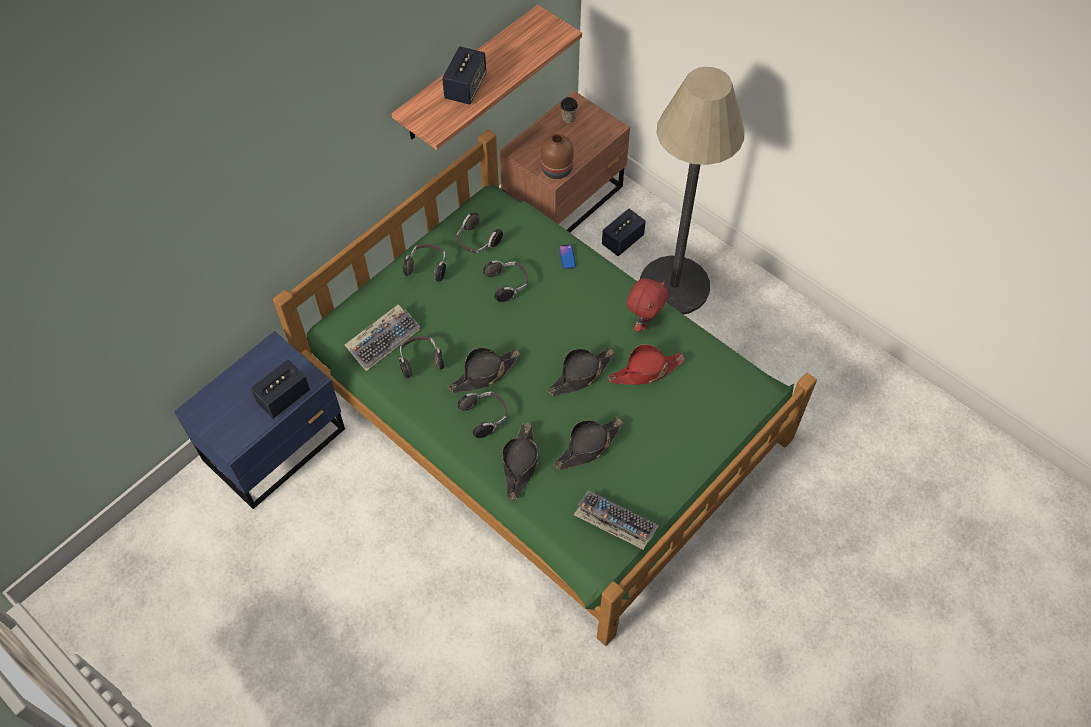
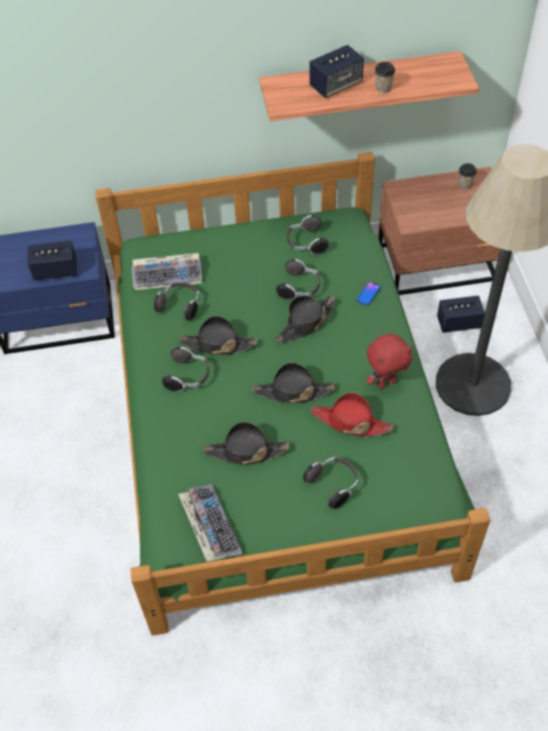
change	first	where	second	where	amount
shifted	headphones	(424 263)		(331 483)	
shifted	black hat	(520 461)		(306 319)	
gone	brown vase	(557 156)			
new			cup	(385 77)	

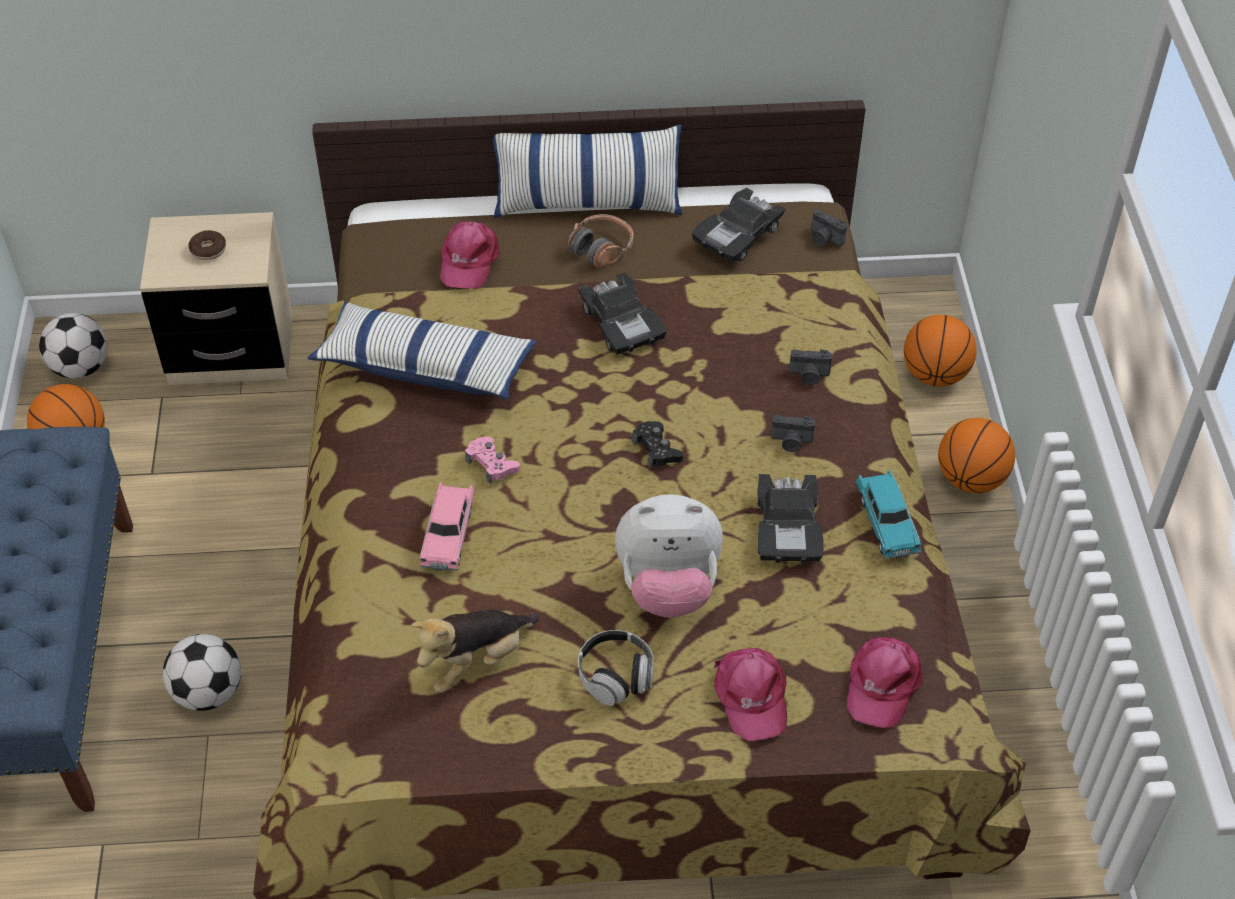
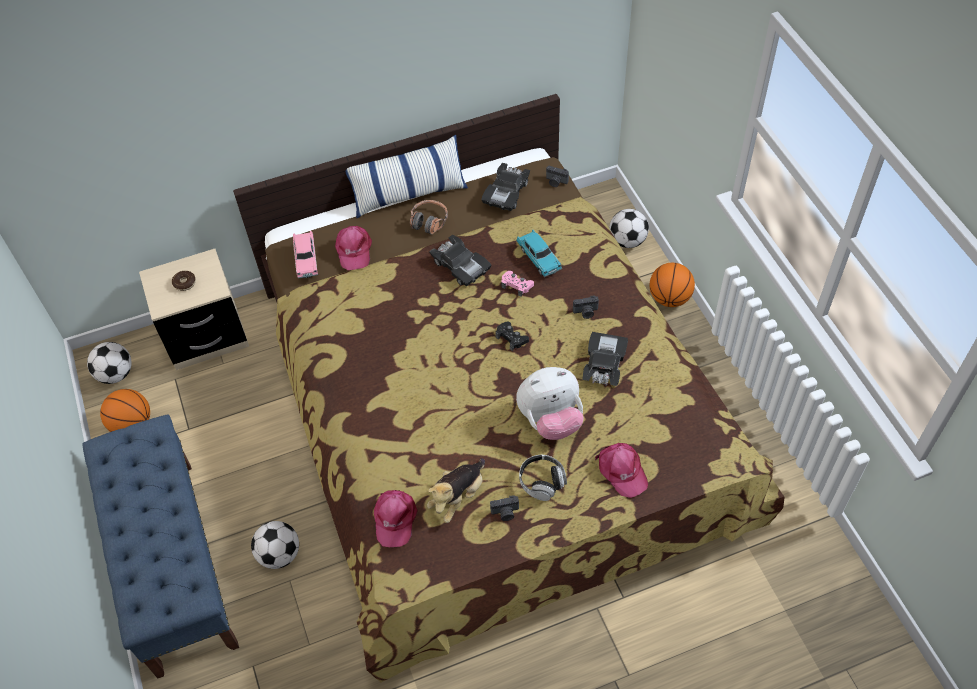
change	first	where	second	where	amount
gone	pillow	(422 350)			
shifted	pink toy car	(447 527)		(305 254)	
shifted	pink game controller	(492 461)		(517 284)	
rotated	black toy car	(790 518)		(605 359)	150 degrees counterclockwise
shifted	photo camera	(810 367)		(504 508)	
shifted	pink cap	(885 682)		(396 518)	
shifted	turquoise toy car	(888 514)		(539 253)	
swapped	basketball	(940 351)	football	(629 228)	

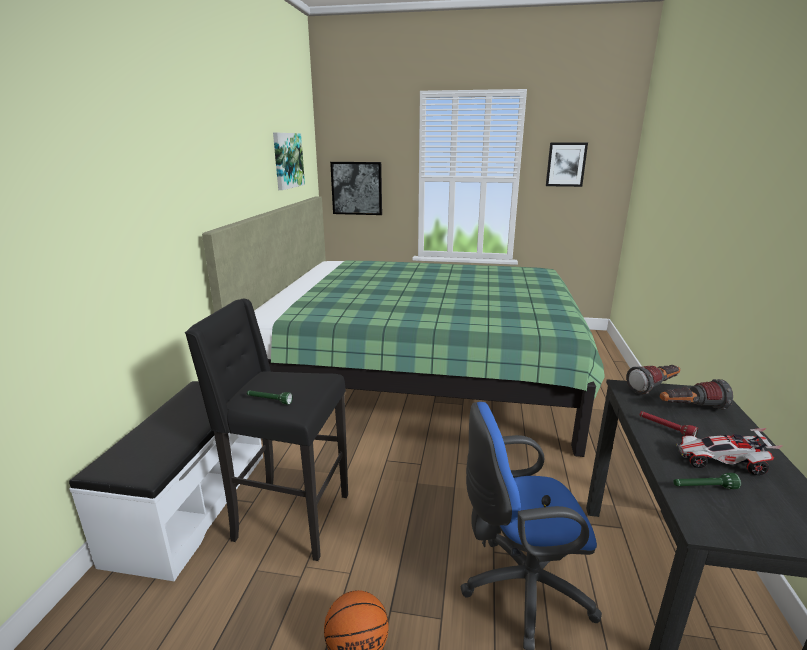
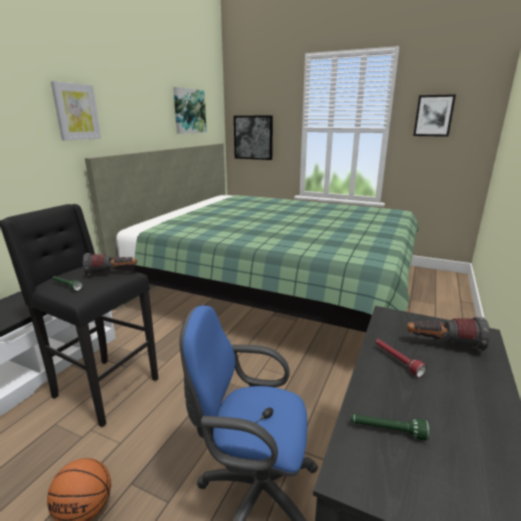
change	first	where	second	where	amount
shifted	flashlight	(653 379)		(110 264)	
gone	toy car	(729 451)			
new			picture	(76 111)	

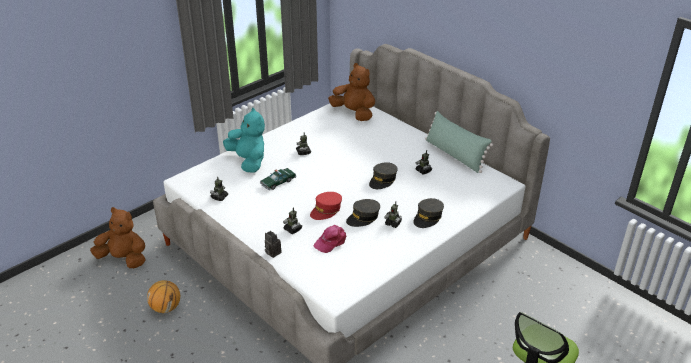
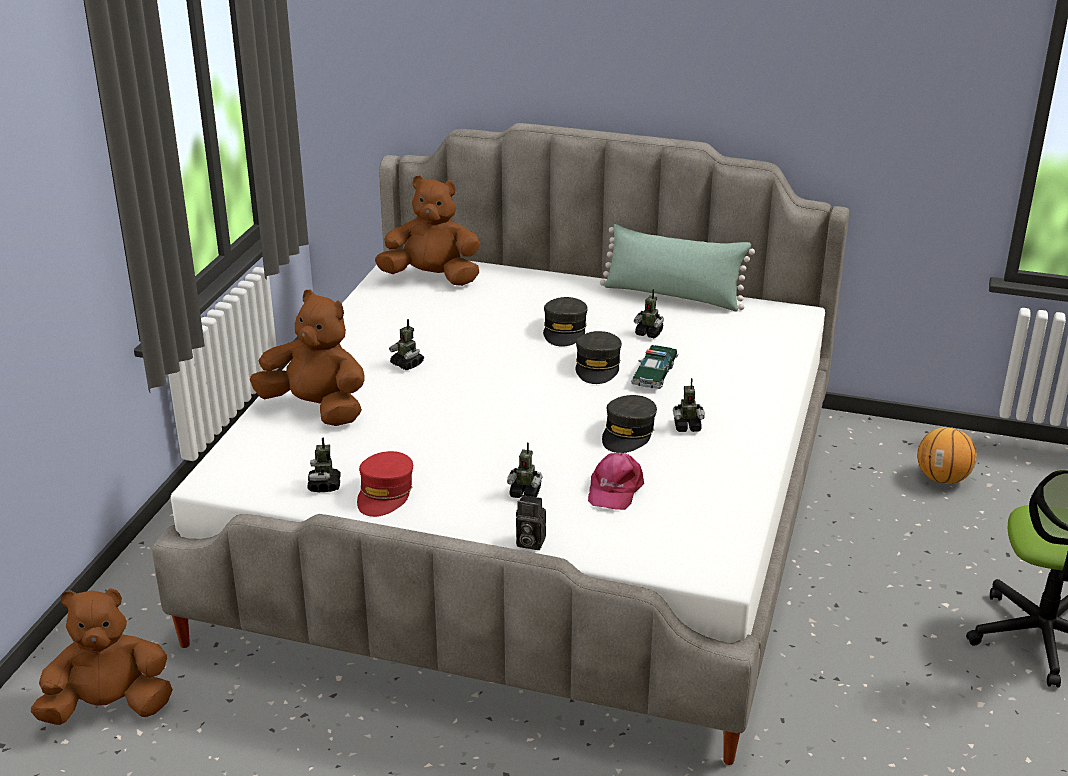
change	first	where	second	where	amount
shifted	basketball	(163 296)		(947 455)	
repainted	turquoise plush toy	(244 140)	brown plush toy	(307 358)	
shifted	toy car	(278 179)		(654 367)	
shifted	red cap	(326 206)		(385 484)	
shifted	grey cap	(429 213)		(565 322)	

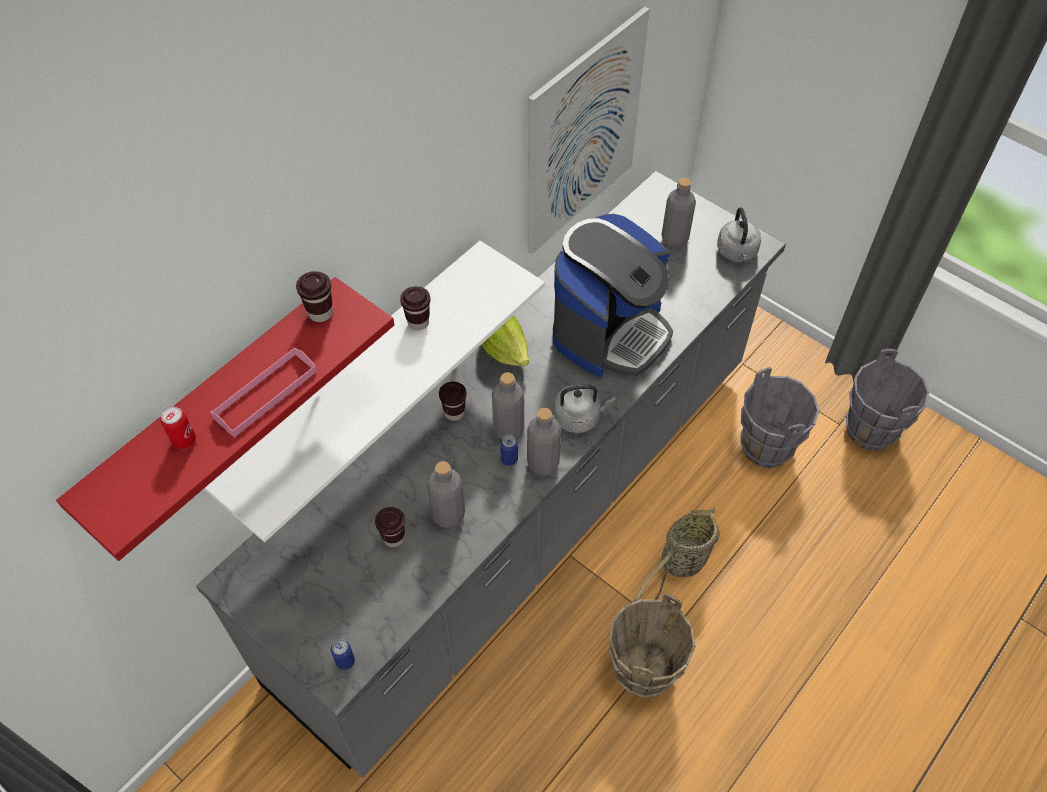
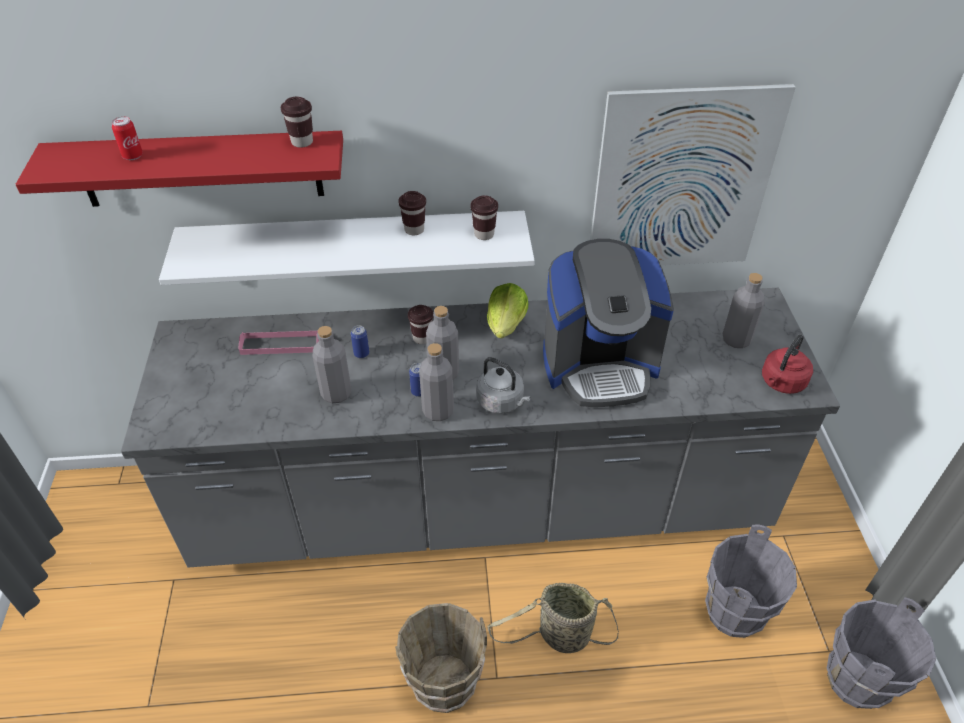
change	first	where	second	where	amount
shifted	pink tray	(263 392)		(279 343)	
shifted	can	(343 654)		(360 341)	
shifted	brown cup	(390 527)		(484 217)	
repainted	grey kettle	(739 234)	red kettle	(787 364)	

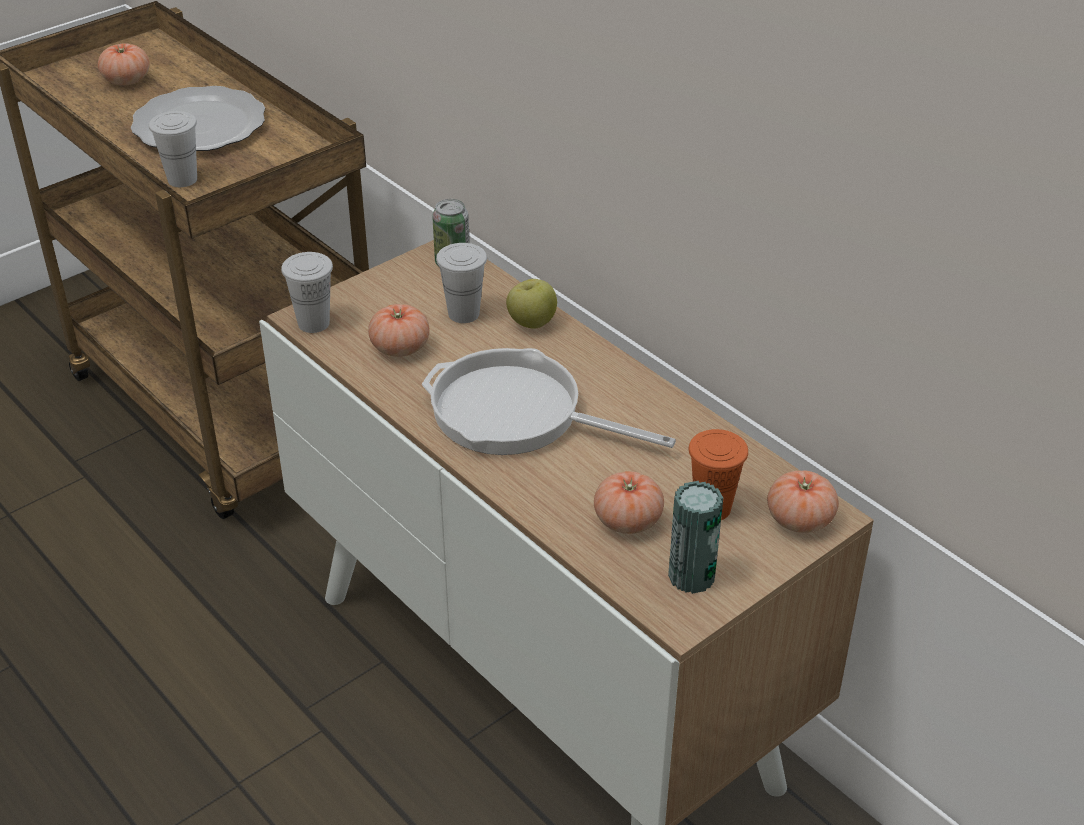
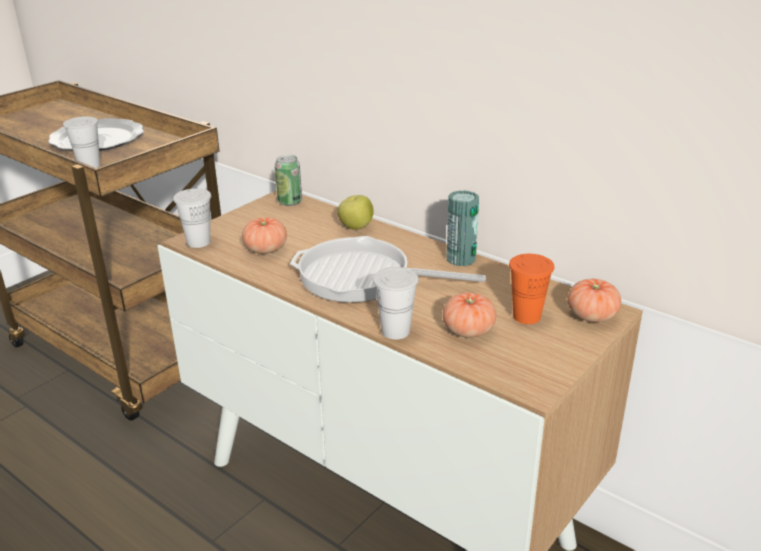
change	first	where	second	where	amount
gone	tomato	(124 64)			
shifted	white cup	(461 283)		(396 303)	
shifted	can	(695 537)		(462 228)	

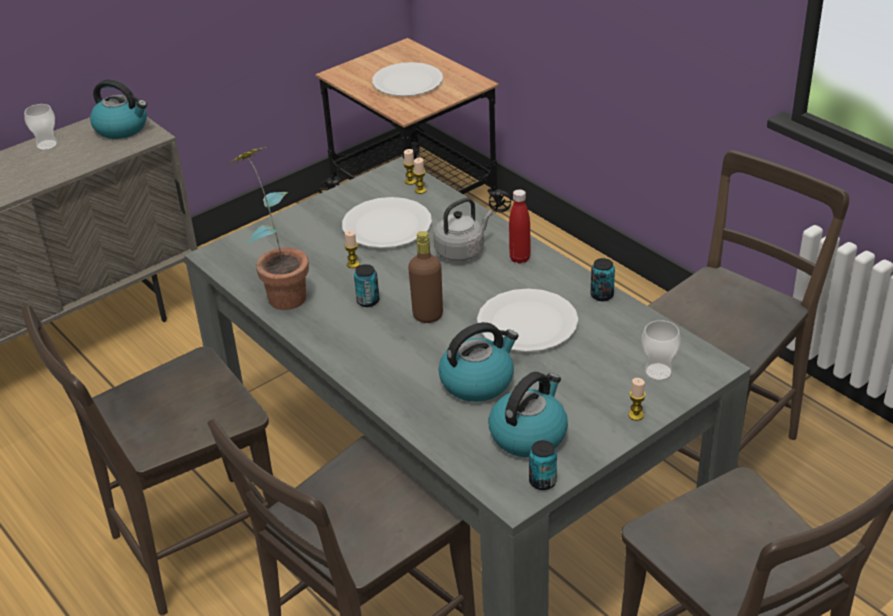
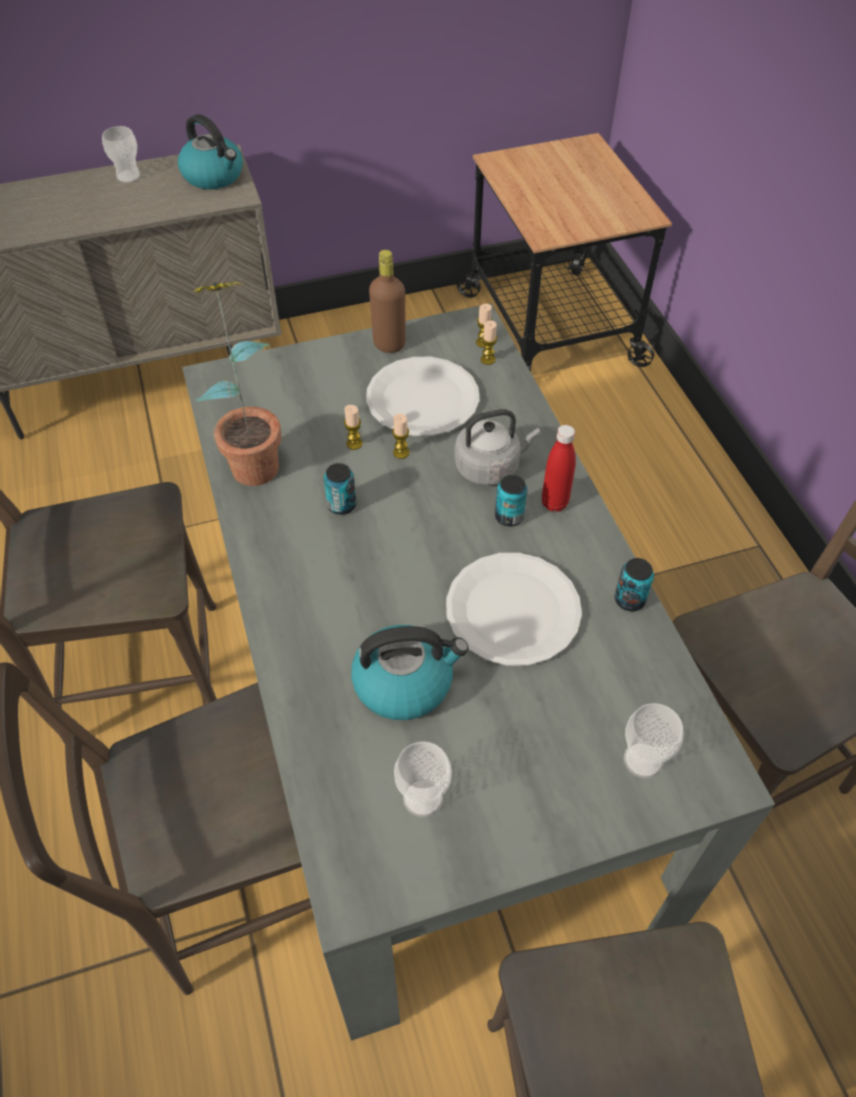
change	first	where	second	where	amount
gone	white plate	(407 79)			
shifted	brown bottle	(425 277)		(387 301)	
swapped	kettle	(528 414)	cup	(423 779)	
shifted	can	(543 465)		(511 500)	
shifted	candle	(637 399)		(401 436)	

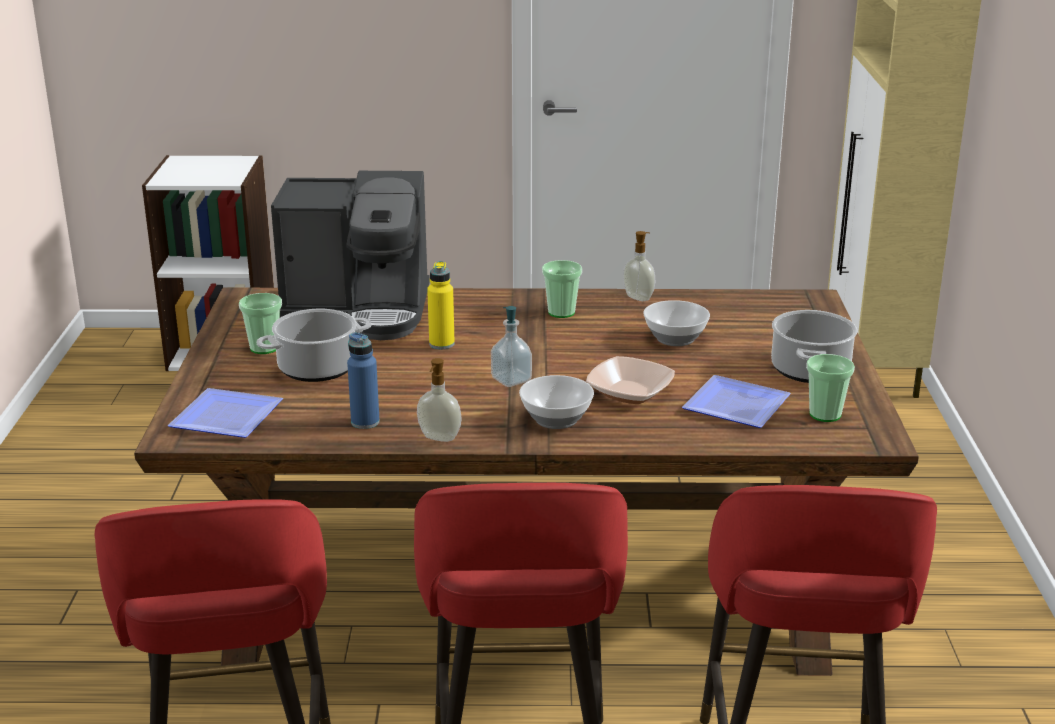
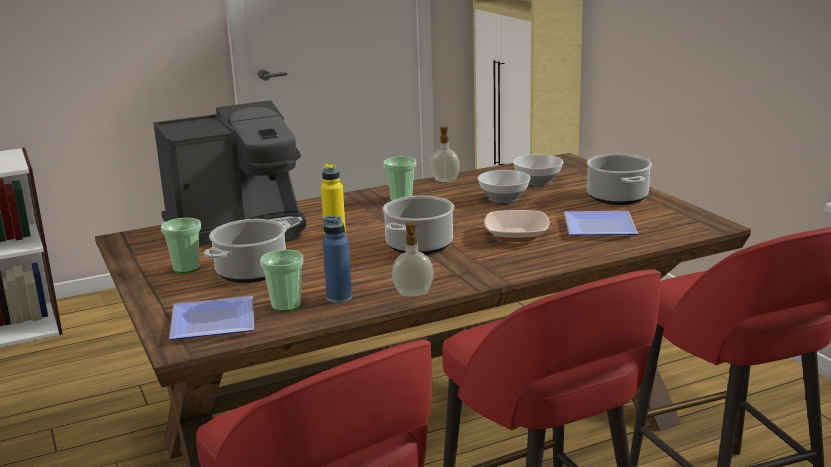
change	first	where	second	where	amount
swapped	soap dispenser	(511 346)	cooking pot	(418 225)	
shifted	bowl	(556 402)		(538 170)	
shifted	cup	(830 388)		(282 281)	

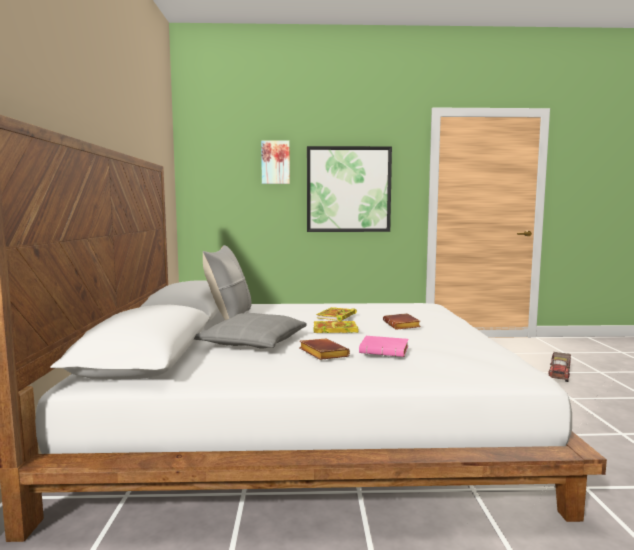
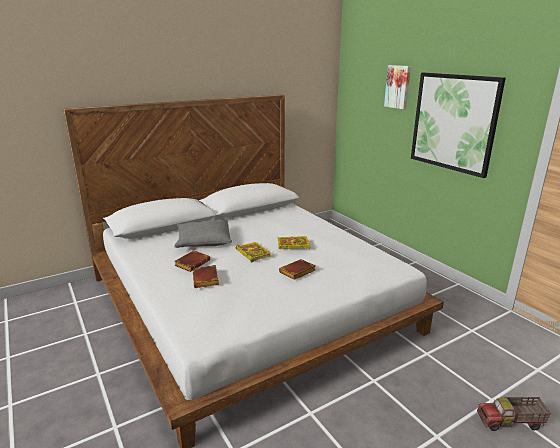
change	first	where	second	where	amount
gone	grey pillow	(227 282)			
repainted	pink book	(383 346)	brown book	(206 276)	

